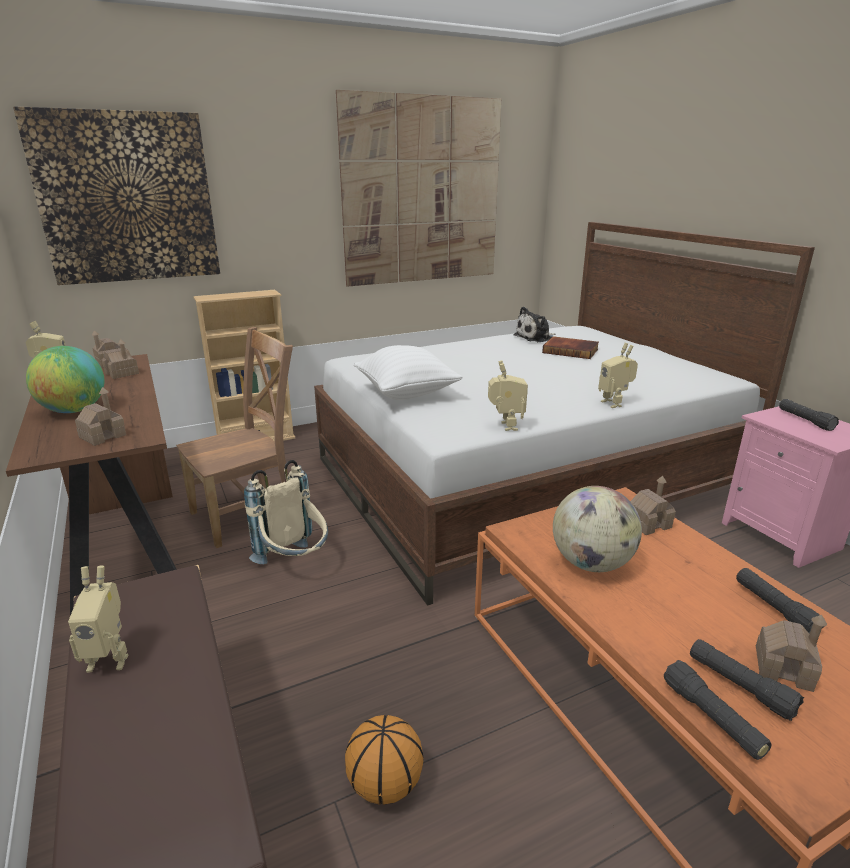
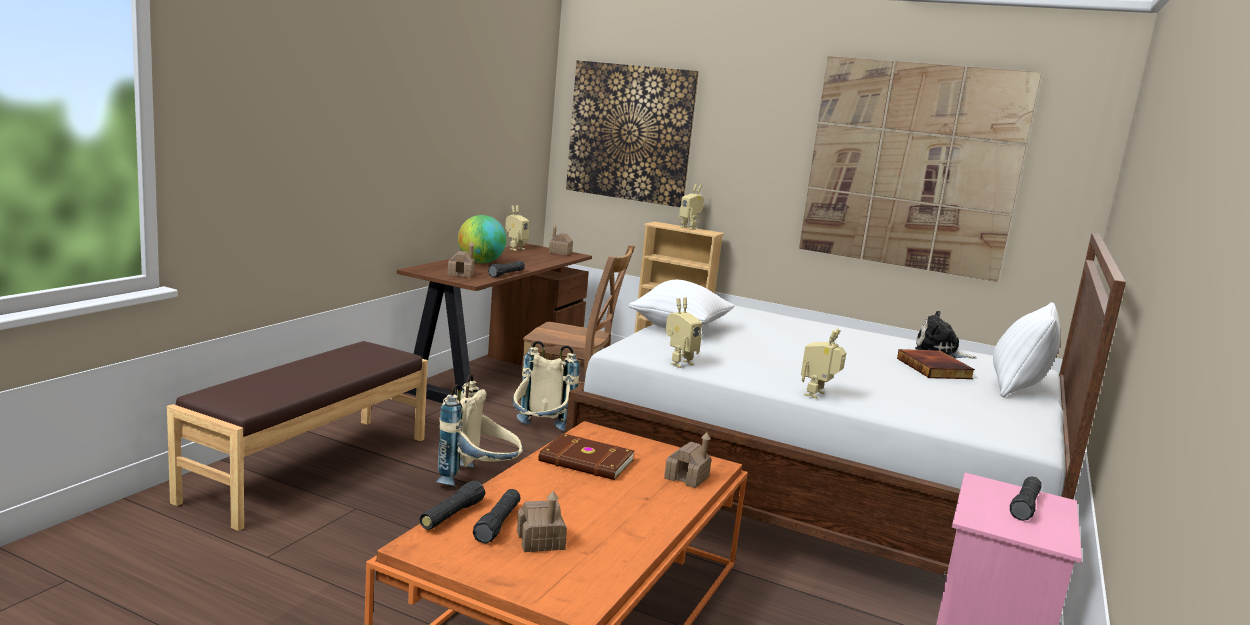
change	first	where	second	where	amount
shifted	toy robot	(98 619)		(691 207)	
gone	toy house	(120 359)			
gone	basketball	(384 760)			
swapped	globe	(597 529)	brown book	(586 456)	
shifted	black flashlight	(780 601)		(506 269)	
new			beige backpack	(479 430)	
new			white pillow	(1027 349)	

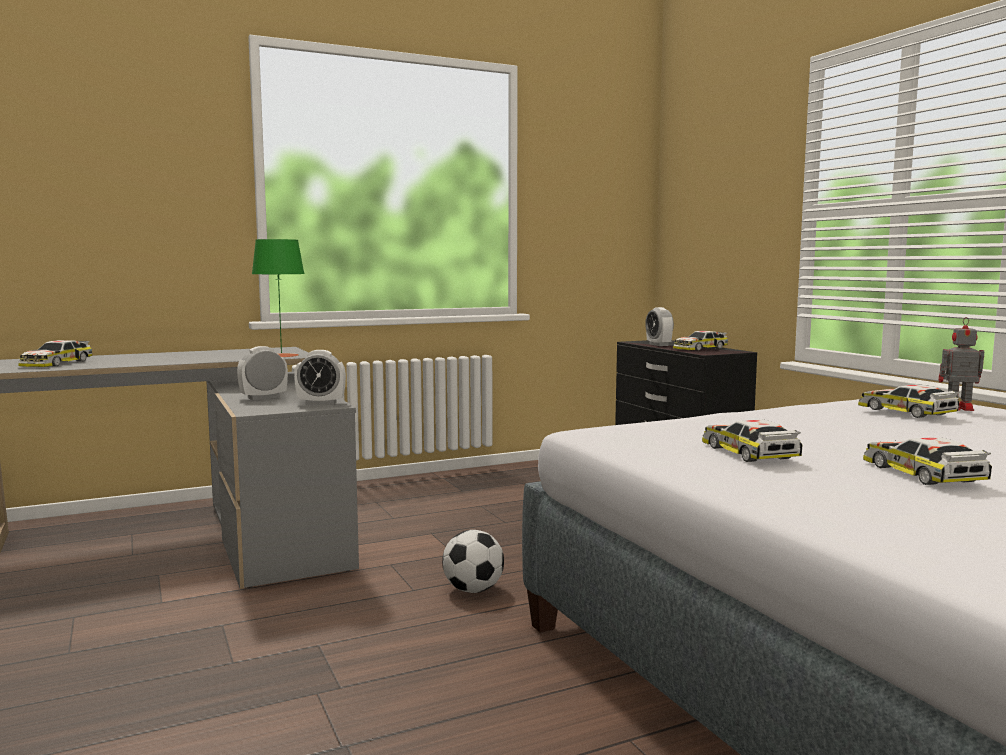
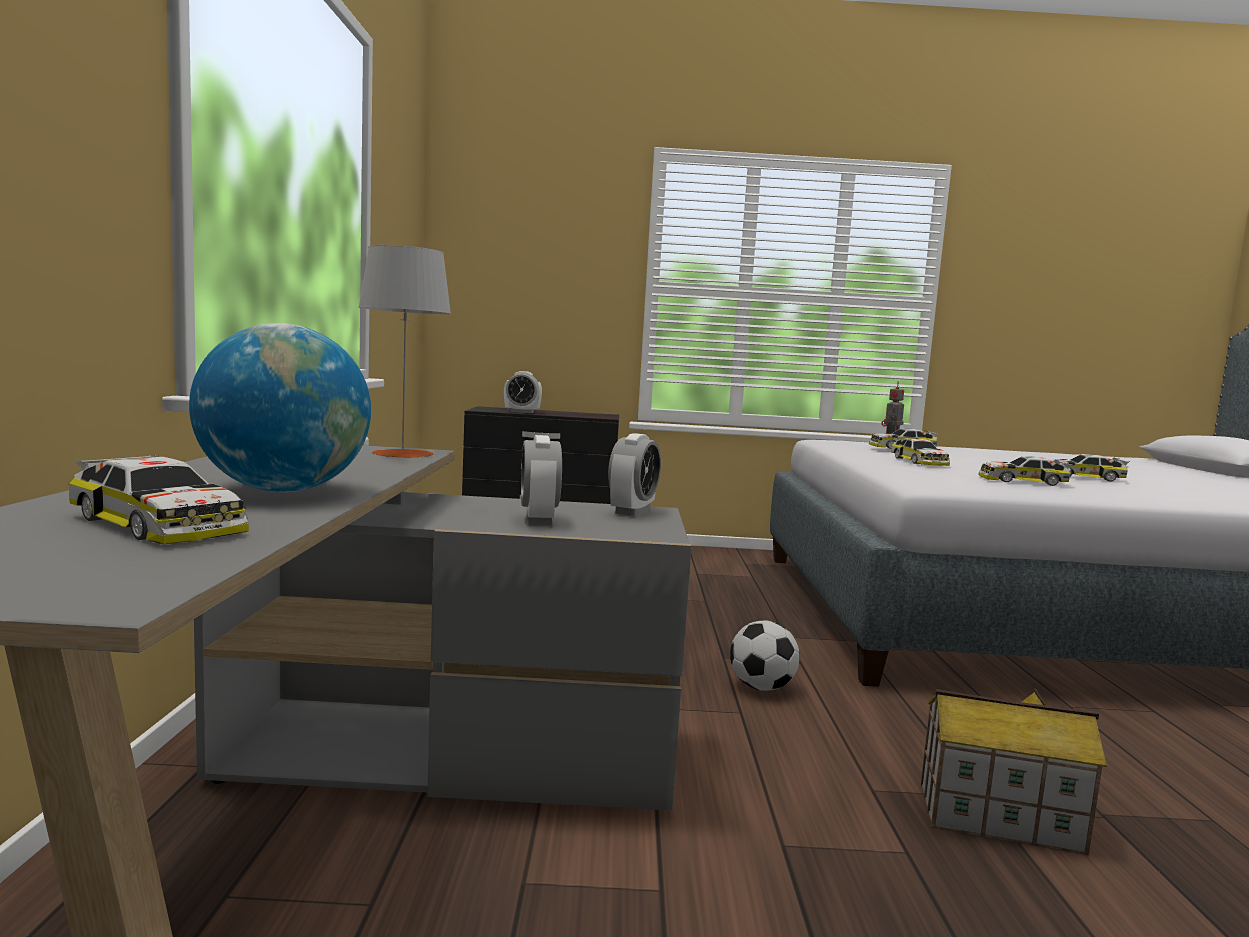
change	first	where	second	where	amount
repainted	green table lamp	(278 298)	grey table lamp	(404 351)	
shifted	toy car	(700 341)		(920 452)	
new			globe	(280 407)	
new			toy house	(1013 772)	

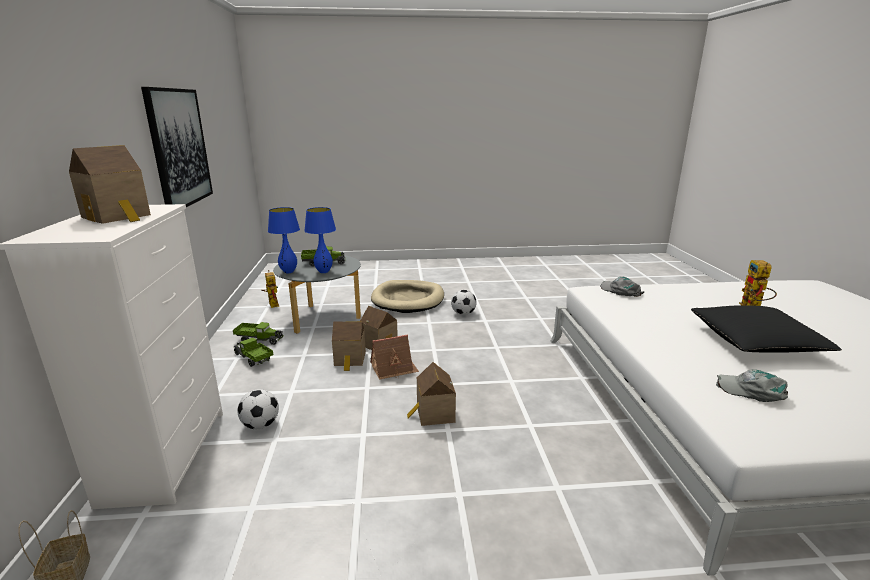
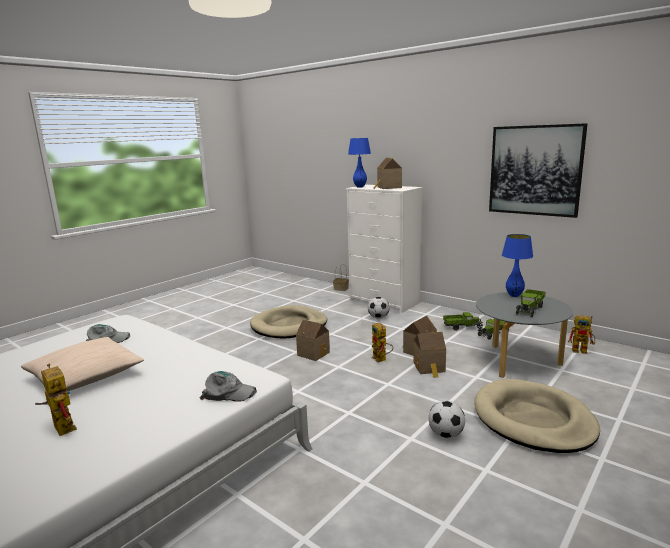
change	first	where	second	where	amount
shifted	blue table lamp	(320 240)		(359 163)	
swapped	toy house	(394 357)	toy robot	(382 343)	
repainted	black pillow	(766 328)	beige pillow	(82 364)	
new			beige dog bed	(288 322)	

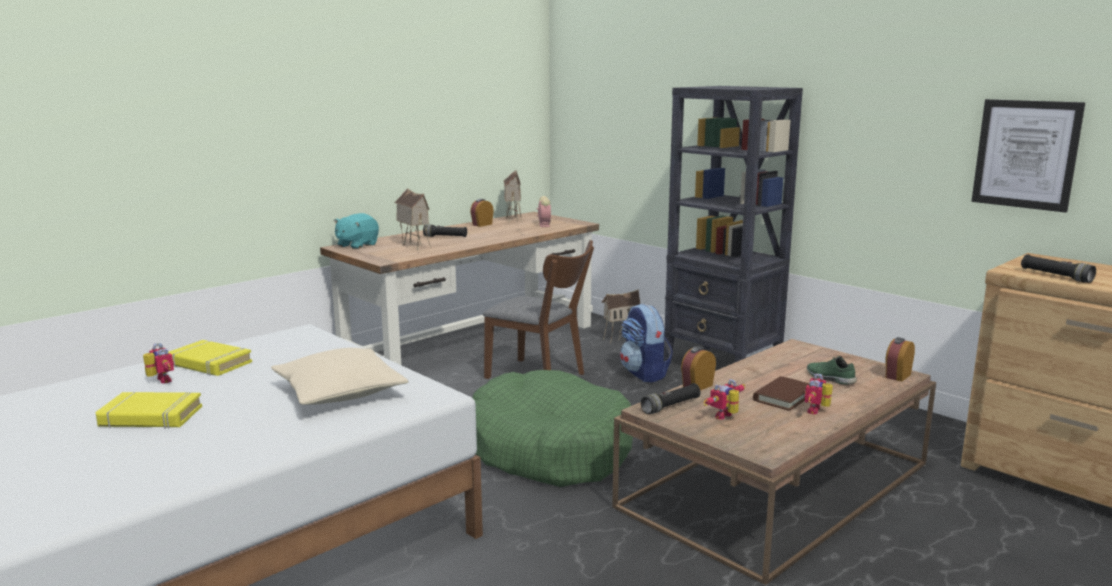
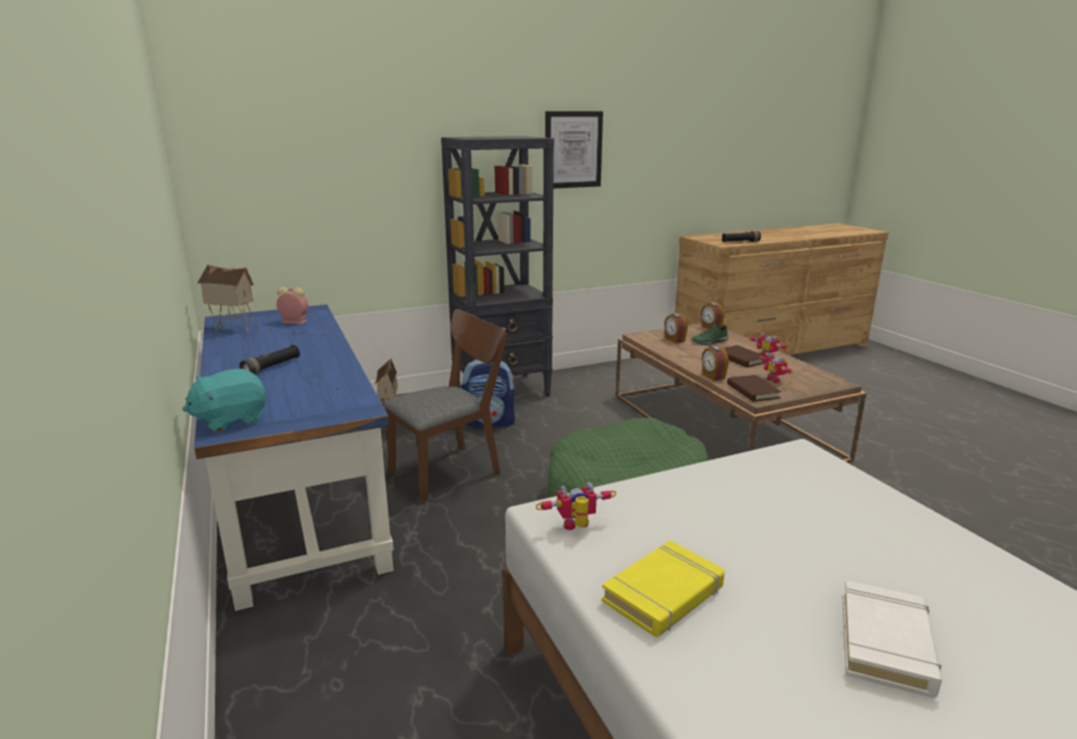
change	first	where	second	where	amount
repainted	yellow book	(149 410)	white book	(892 639)	
shifted	toy robot	(158 363)		(576 506)	
gone	beige pillow	(339 376)			
repainted	brown desk	(459 288)	blue desk	(294 457)	
rotated	turquoise plush toy	(356 231)		(224 400)	90 degrees clockwise
gone	toy house	(412 219)			
shifted	alarm clock	(482 213)		(676 328)	
swapped	black flashlight	(671 398)	brown book	(754 388)	
shifted	picture	(1028 156)		(574 150)	

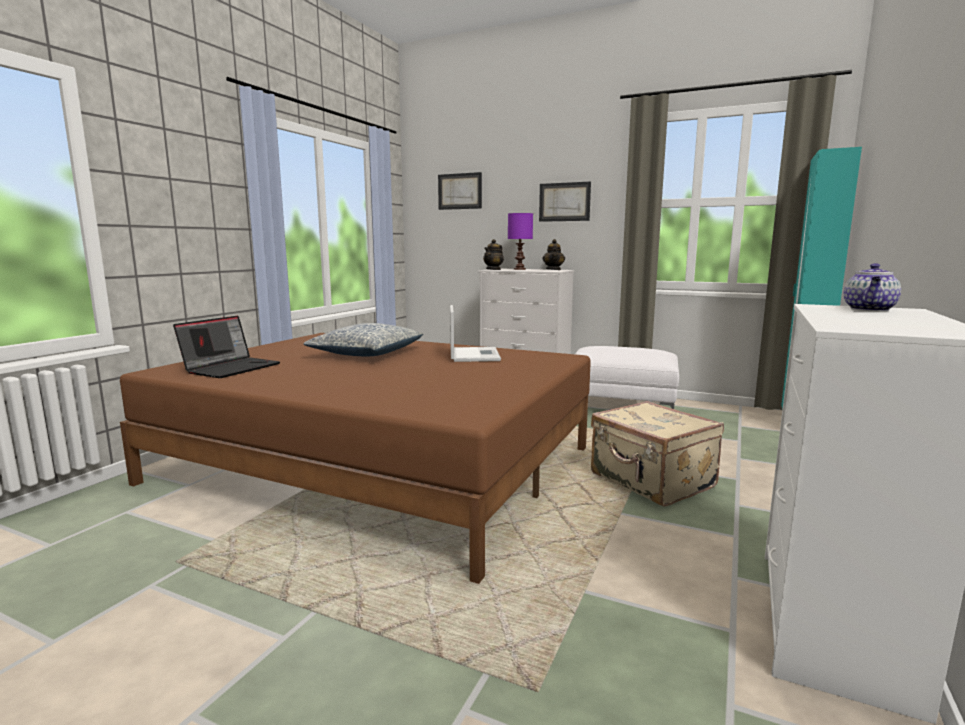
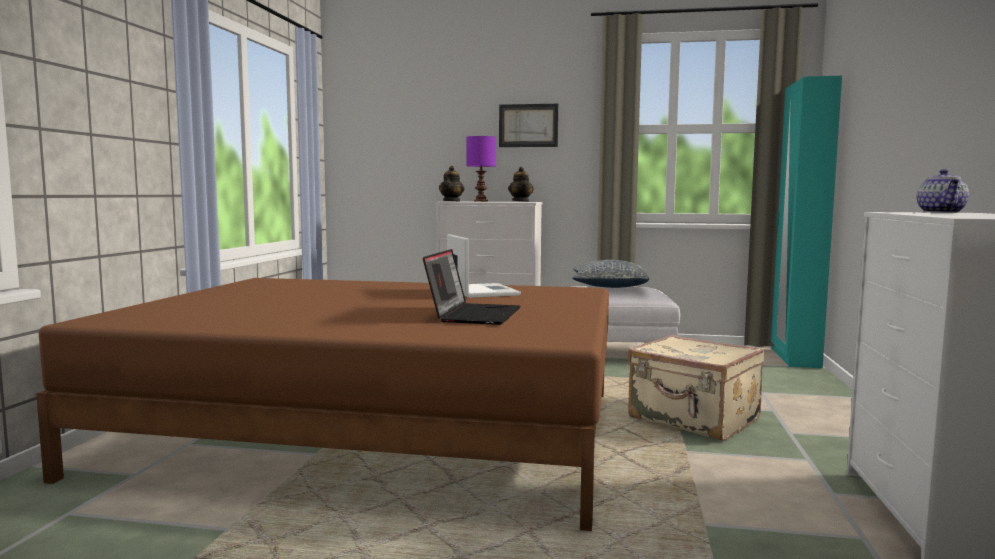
change	first	where	second	where	amount
shifted	laptop	(226 347)		(471 287)	
shifted	pillow	(363 339)		(610 274)	
gone	picture	(460 191)			

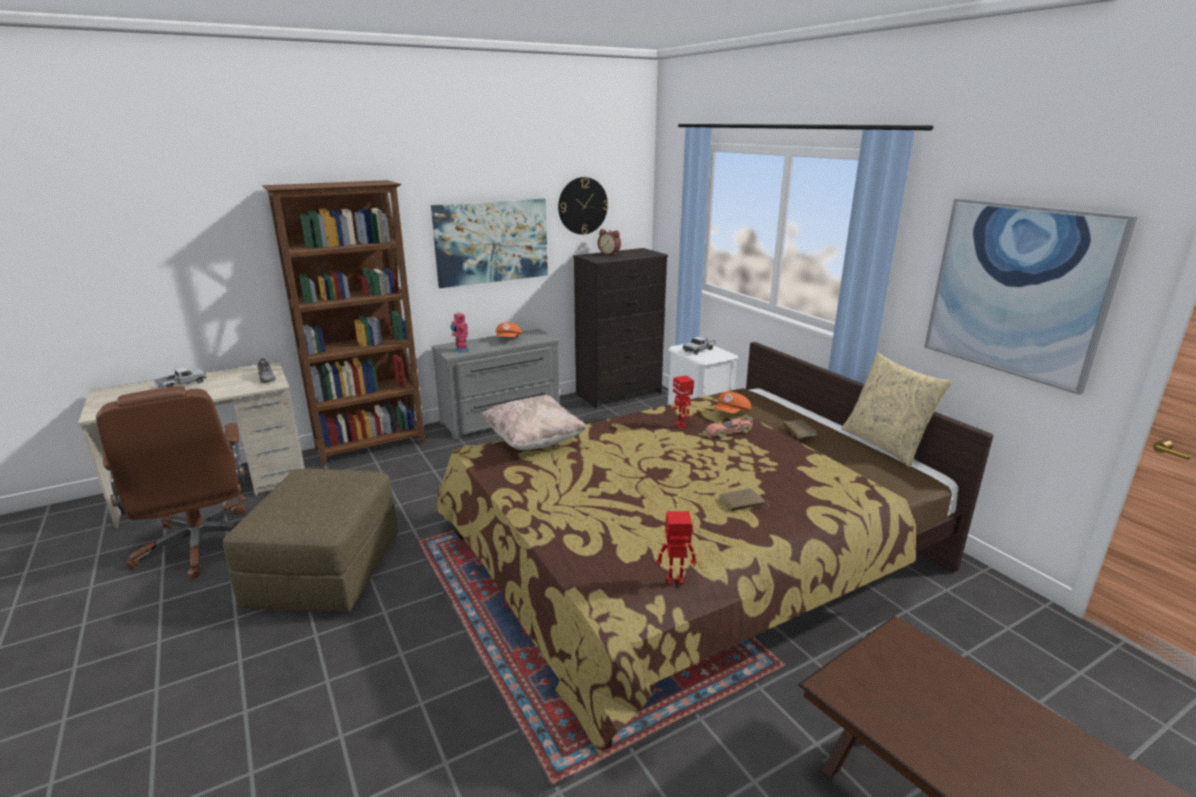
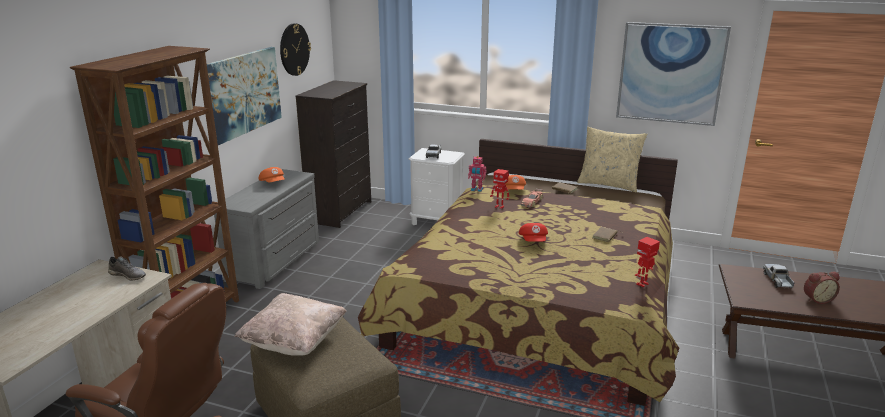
change	first	where	second	where	amount
shifted	toy truck	(180 378)		(779 276)	
shifted	toy robot	(459 332)		(477 174)	
shifted	beige pillow	(534 422)		(290 324)	
shifted	alarm clock	(609 242)		(822 288)	
new			red cap	(533 232)	

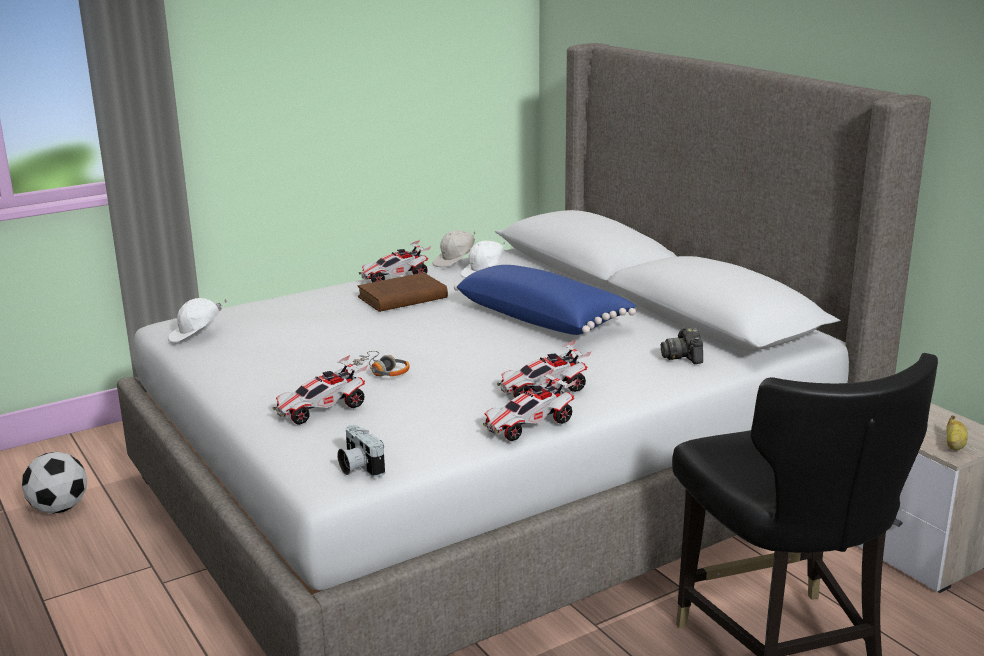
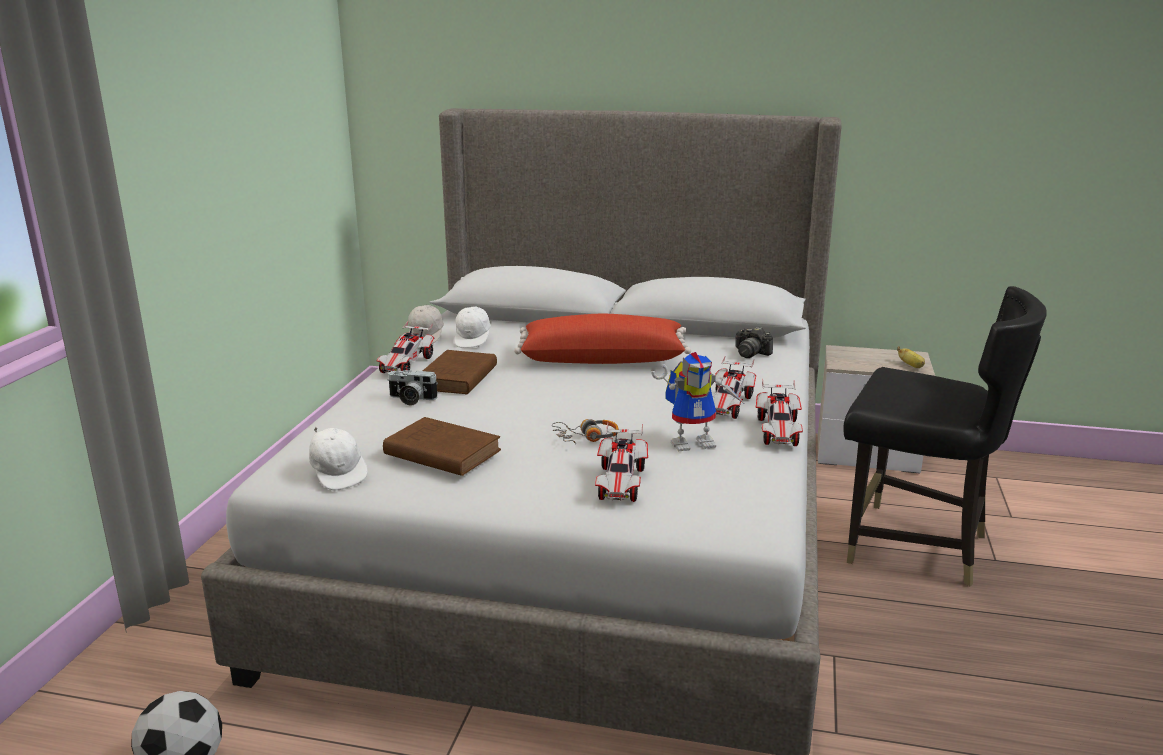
change	first	where	second	where	amount
rotated	white cap	(198 320)		(338 458)	45 degrees counterclockwise
shifted	photo camera	(361 451)		(412 388)	
repainted	blue pillow	(545 300)	red pillow	(602 339)	
new			brown book	(442 446)	
new			toy robot	(697 401)	

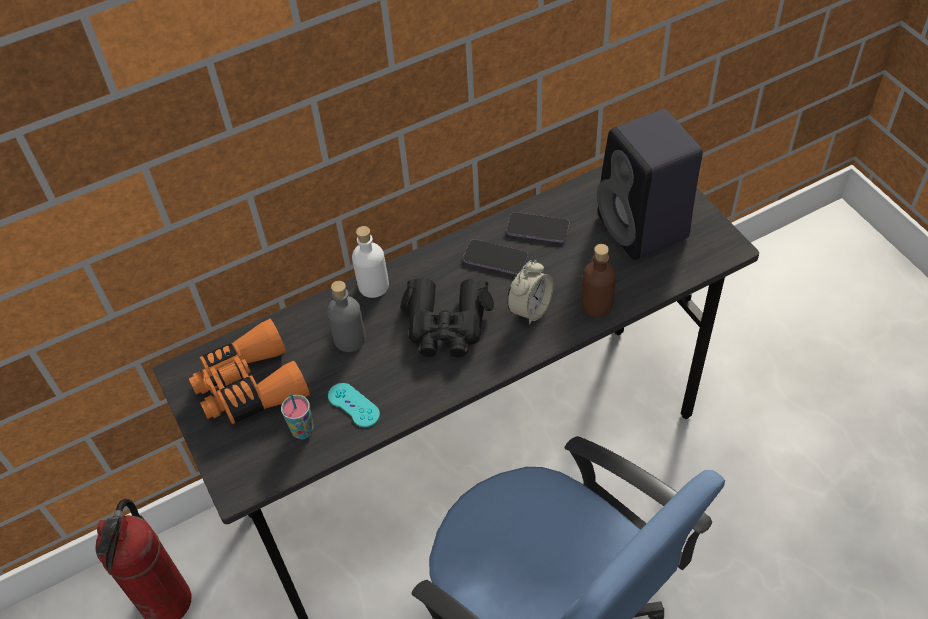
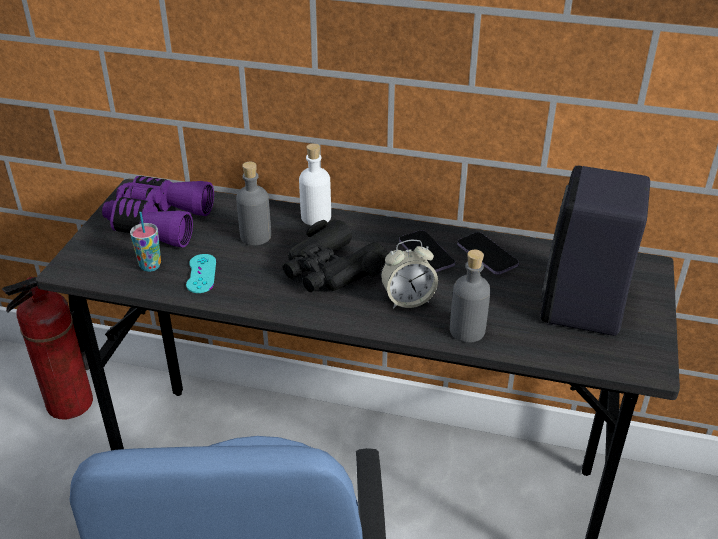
change	first	where	second	where	amount
repainted	orange binoculars	(249 371)	purple binoculars	(158 212)	
repainted	brown bottle	(598 280)	grey bottle	(470 296)	

